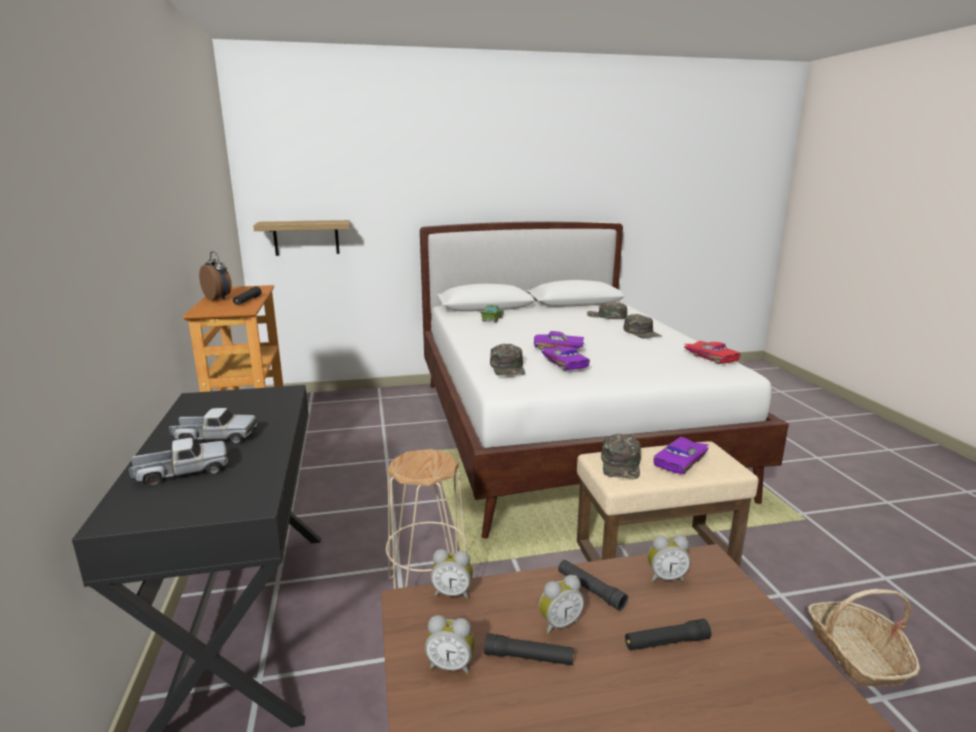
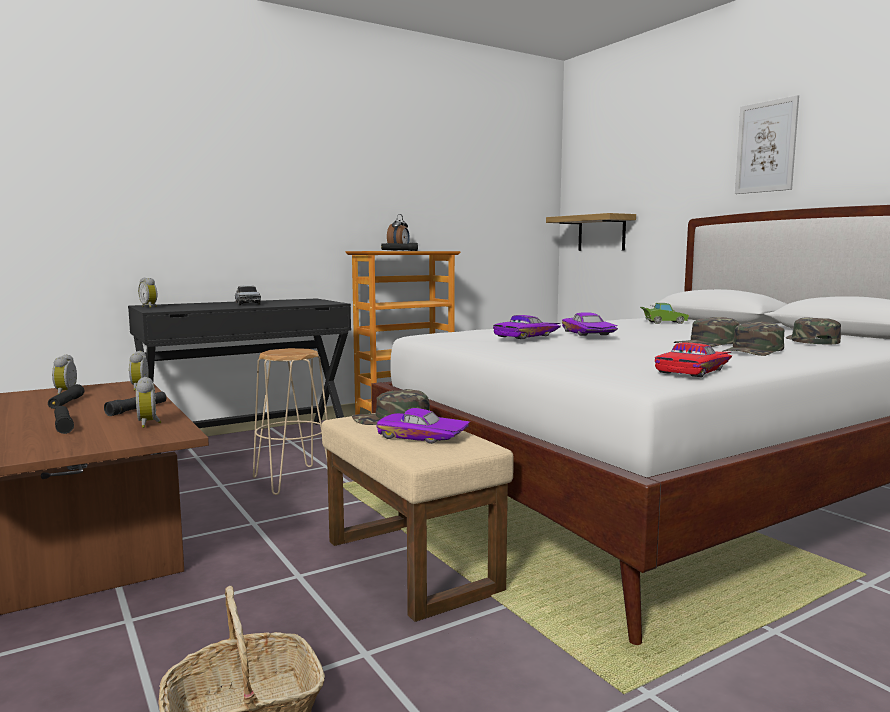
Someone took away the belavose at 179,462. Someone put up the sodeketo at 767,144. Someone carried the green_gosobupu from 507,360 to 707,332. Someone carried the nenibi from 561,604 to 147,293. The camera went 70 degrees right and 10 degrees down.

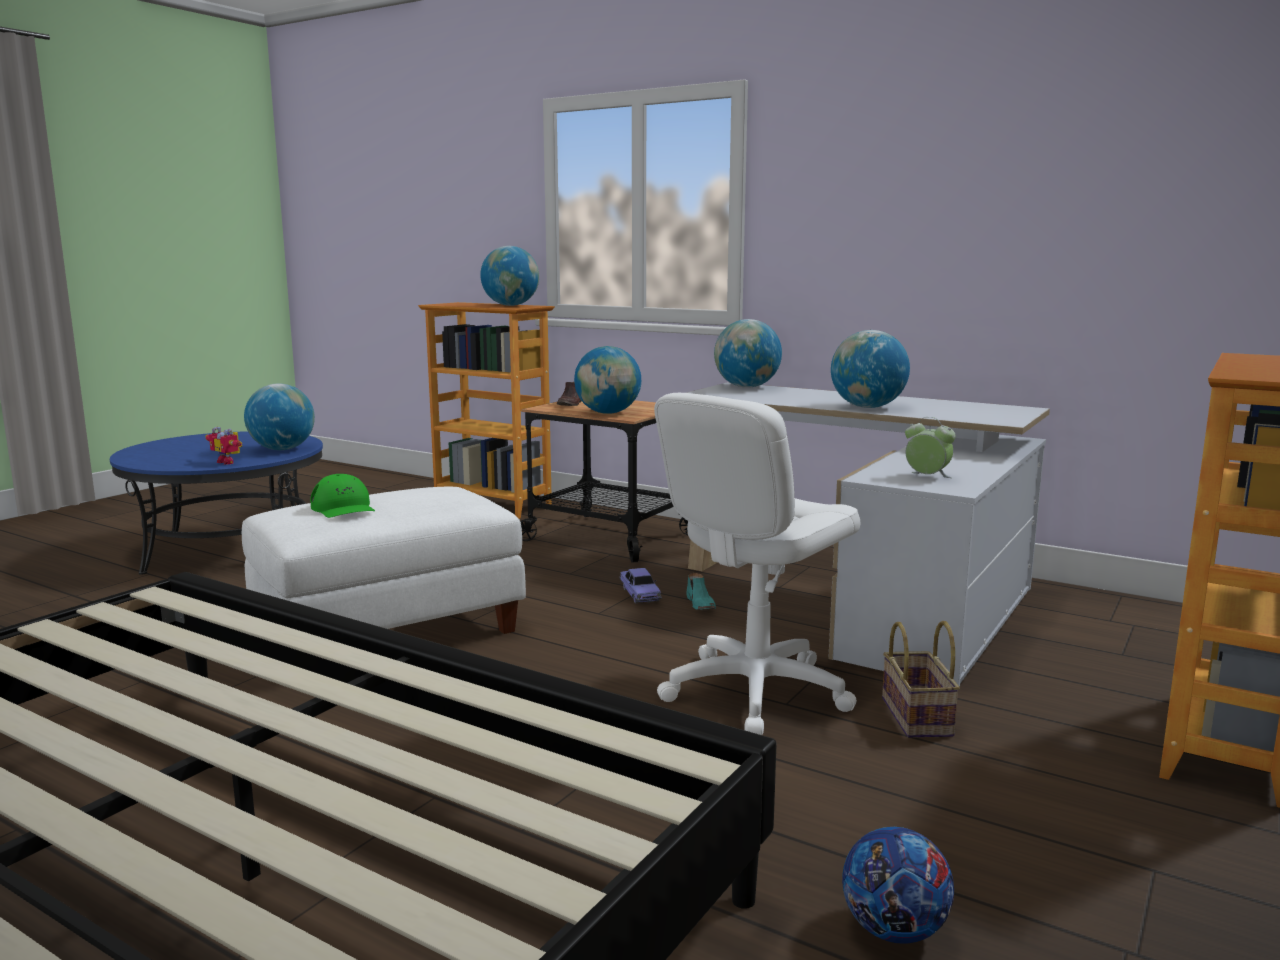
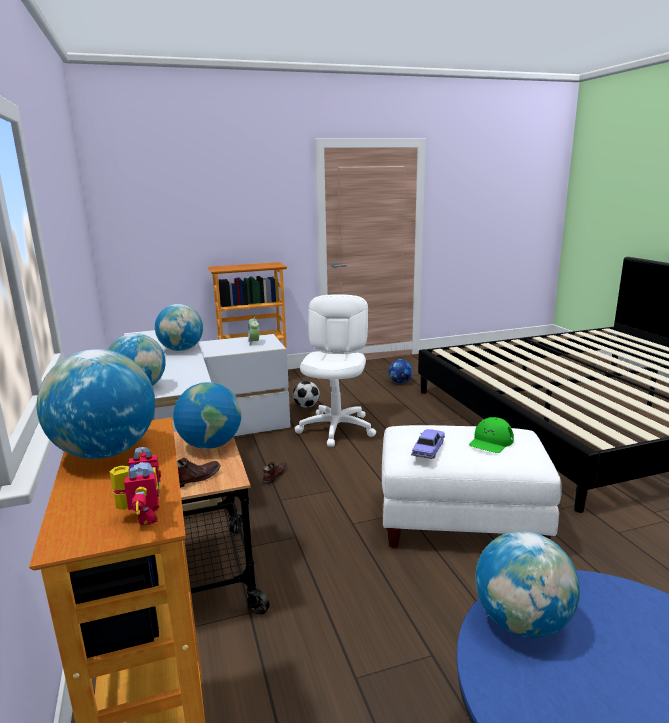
Someone carried the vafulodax from 224,446 to 135,486. Someone carried the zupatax from 640,585 to 428,444. Someone swapped the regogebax at 921,679 for the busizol at 306,394. Someone repainted the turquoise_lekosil at 701,591, which became the brown_lekosil at 275,472. Someone rotated the green_gosobupu at 342,496 by 150 degrees counterclockwise. Someone rotated the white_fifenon at 757,564 by 75 degrees counterclockwise. The camera went 140 degrees left and 5 degrees up.

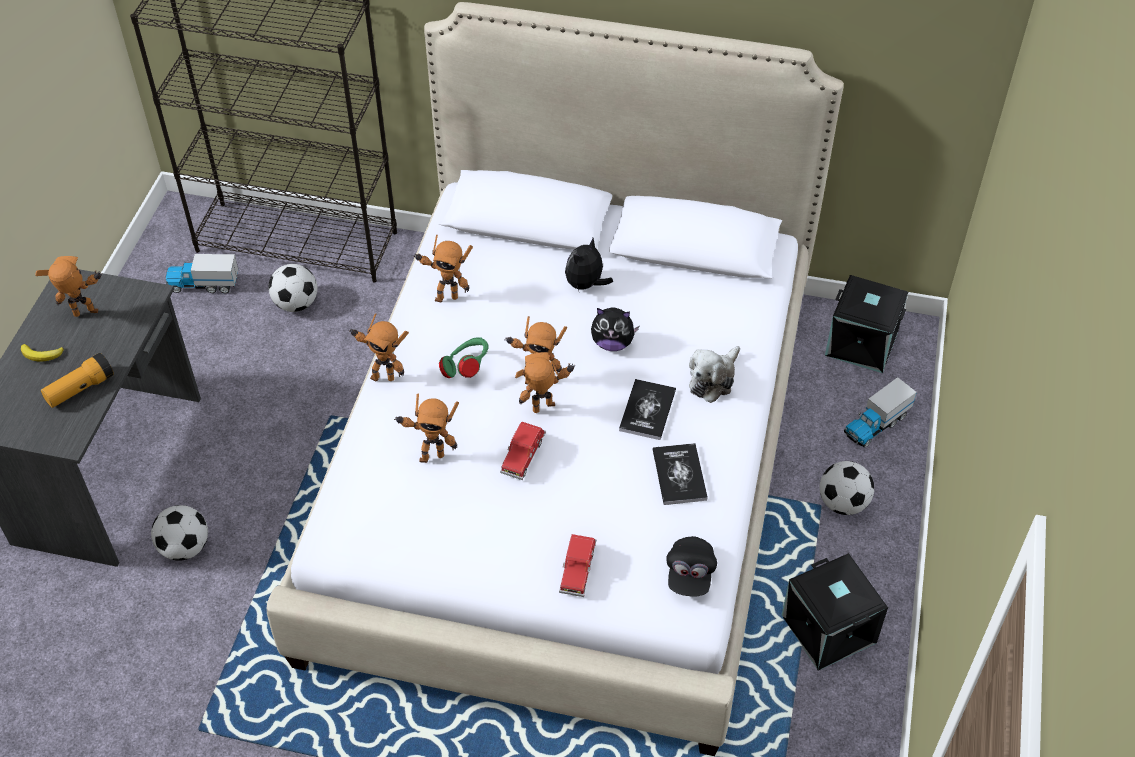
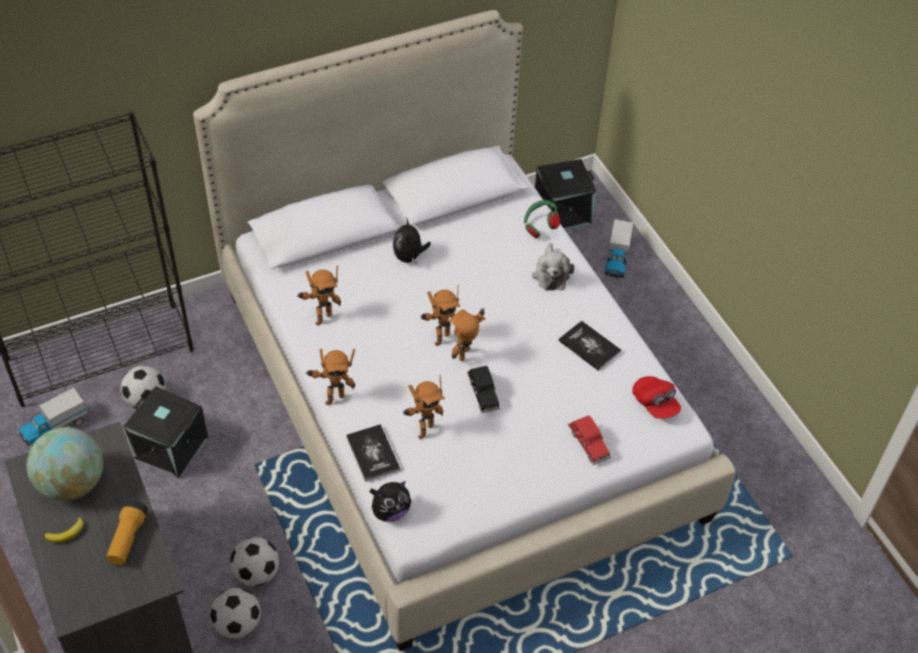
Someone carried the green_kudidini from 464,357 to 542,219. Someone carried the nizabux from 615,329 to 390,501. Someone carried the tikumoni from 647,409 to 373,453. Someone carried the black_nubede from 835,612 to 165,432. Someone carried the busizol from 847,488 to 254,561. Someone swapped the vafulodax at 69,286 for the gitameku at 65,464. Someone repainted the red_zupatax at 523,451, which became the black_zupatax at 483,389. Someone repainted the black_gosobupu at 691,566, which became the red_gosobupu at 656,397. The camera went 40 degrees left and 0 degrees up.

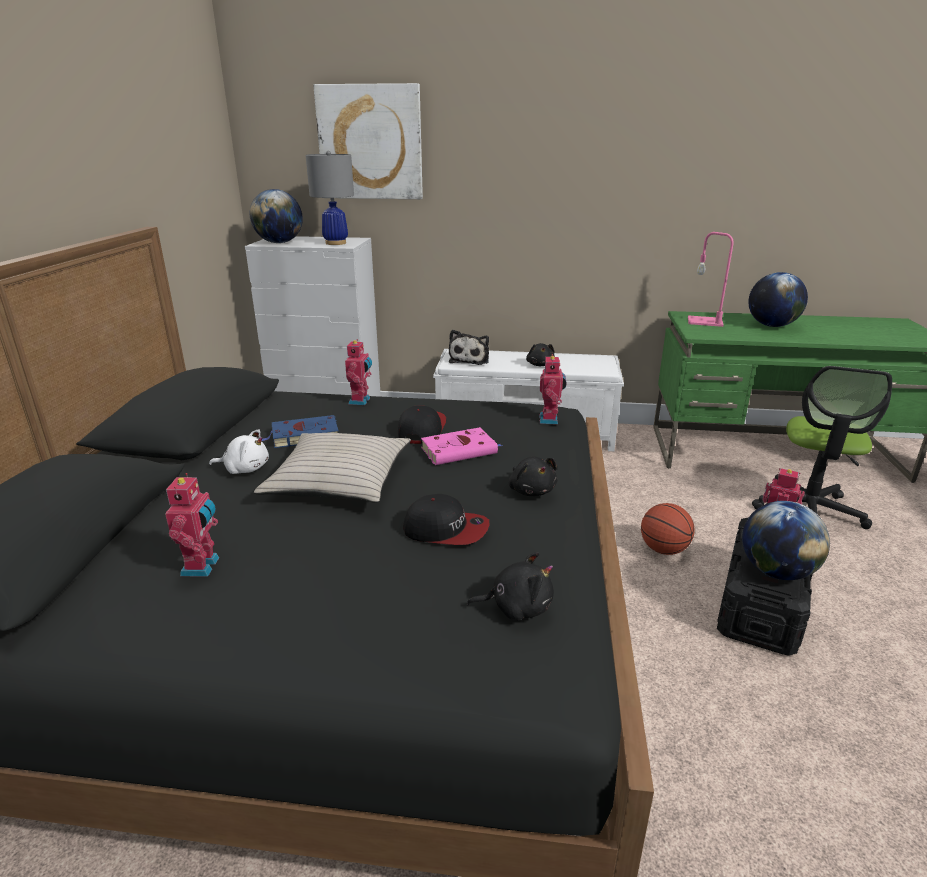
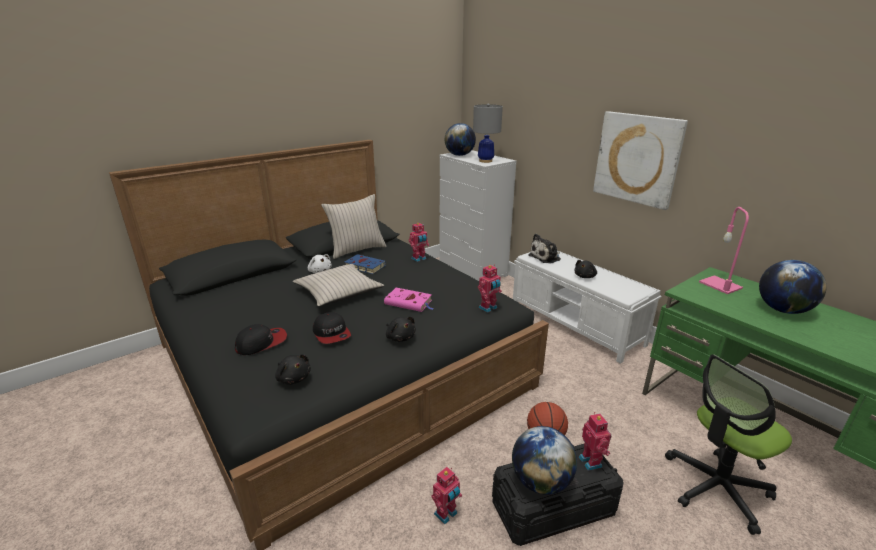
Someone put down the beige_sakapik at 354,226. Someone carried the vafulodax from 192,525 to 446,495. Someone carried the sodeketo from 368,141 to 640,160. Someone carried the gosobupu from 422,424 to 261,339. Someone rotated the black_nizabux at 533,476 by 60 degrees counterclockwise. The camera went 45 degrees right and 0 degrees up.

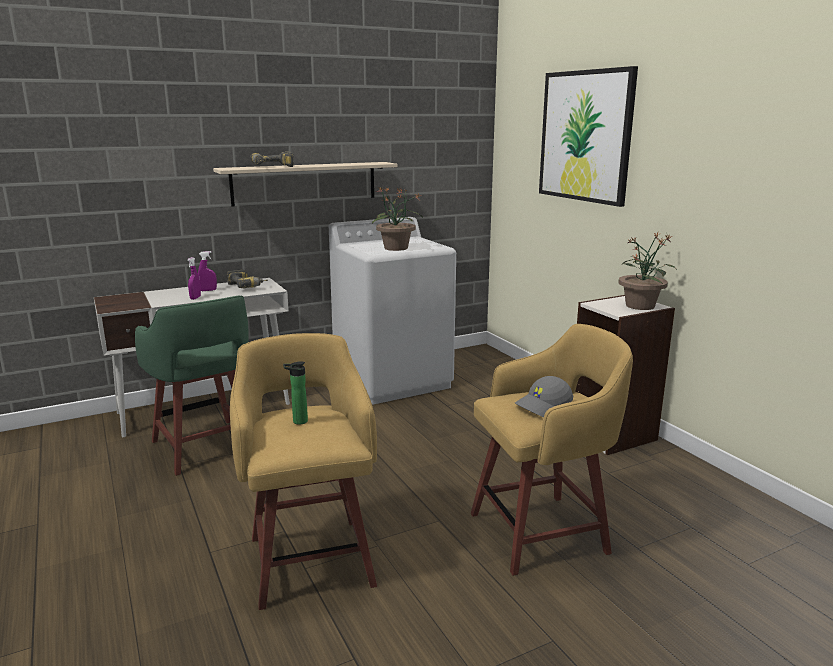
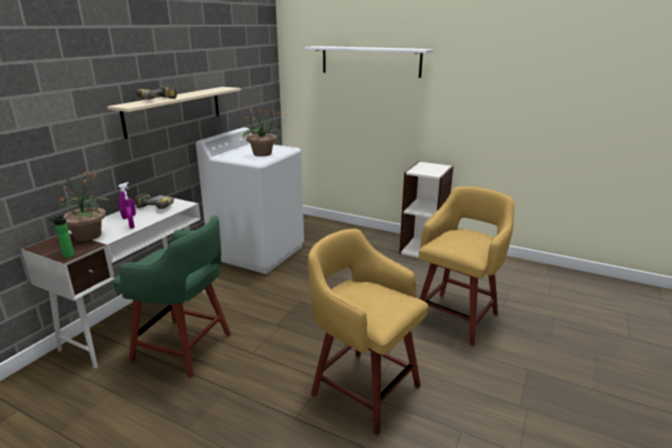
Someone took away the grey_gosobupu at 544,396. Someone carried the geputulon from 295,393 to 61,236. Someone carried the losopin from 647,271 to 83,205. Someone swapped the sodeketo at 588,136 for the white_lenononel at 369,62. The camera went 35 degrees left and 5 degrees up.

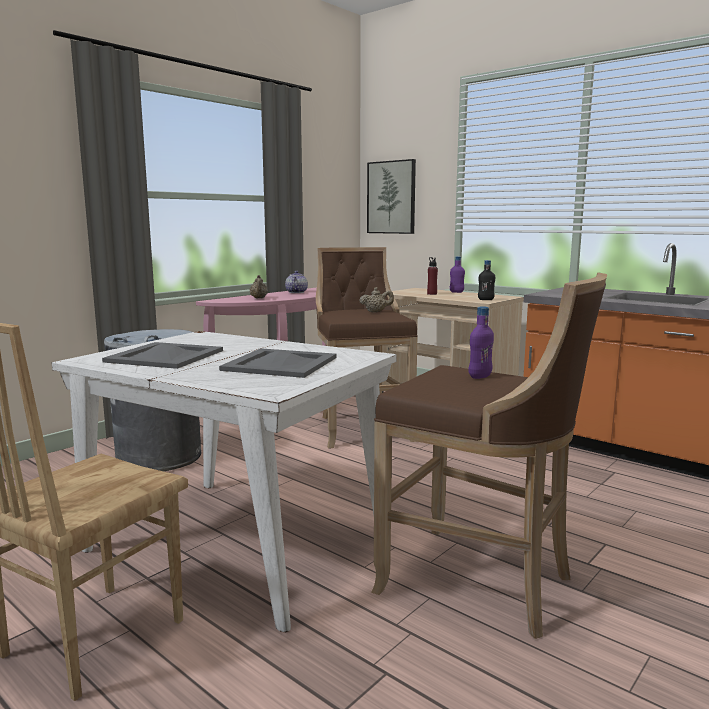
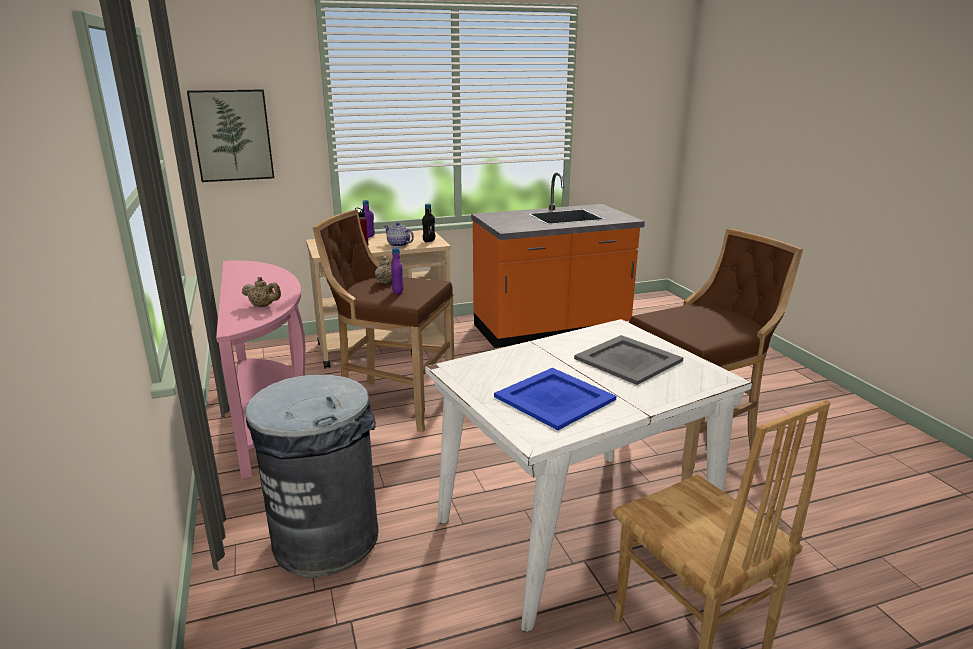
Someone carried the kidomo from 296,282 to 399,234. Someone carried the purple_geputulon from 481,342 to 397,271. Someone repainted the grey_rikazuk at 162,355, which became the blue_rikazuk at 555,399. The camera went 60 degrees left and 10 degrees up.

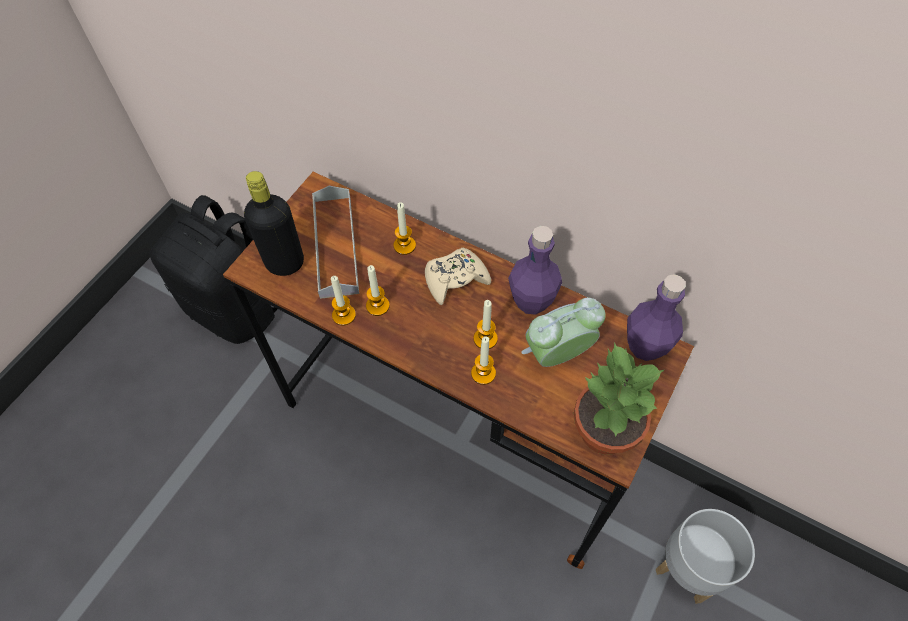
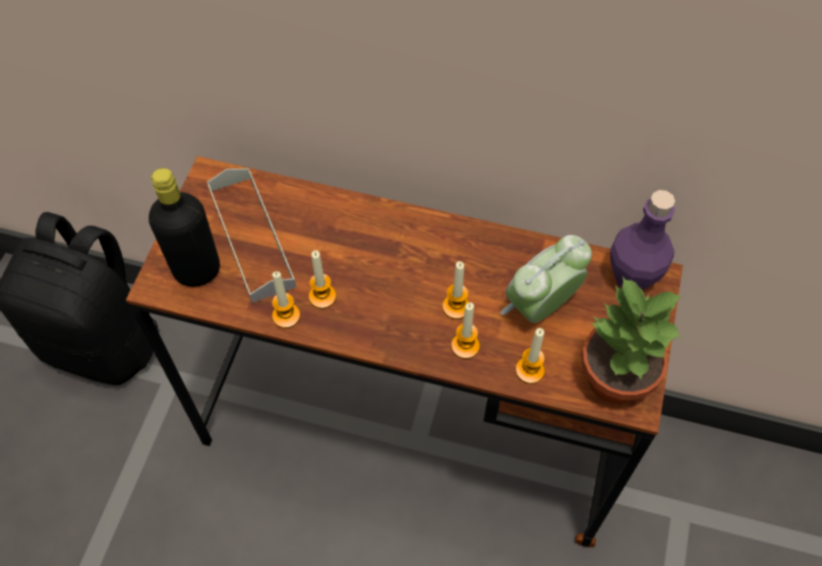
Someone took away the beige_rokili at 458,276. Someone took away the purple_geputulon at 535,270. Someone took away the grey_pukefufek at 705,556. Someone carried the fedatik from 405,228 to 530,356. The camera went 15 degrees left and 0 degrees up.

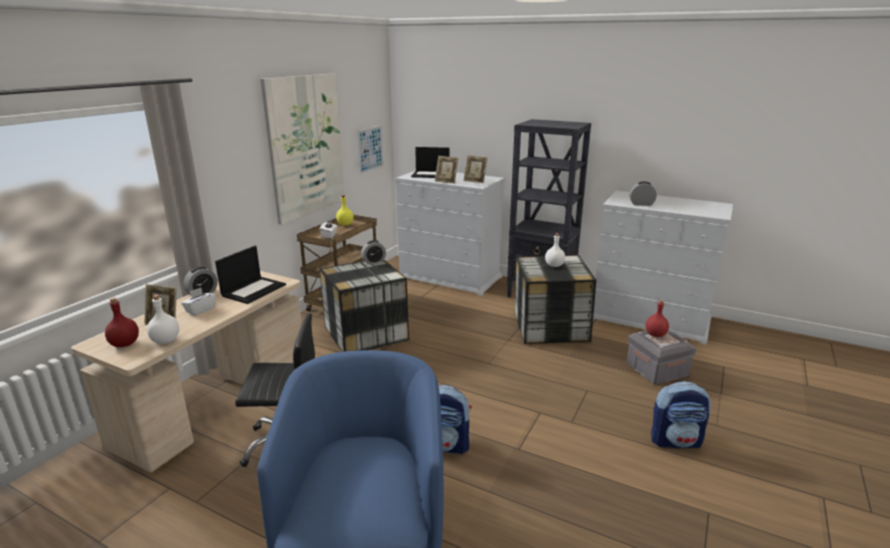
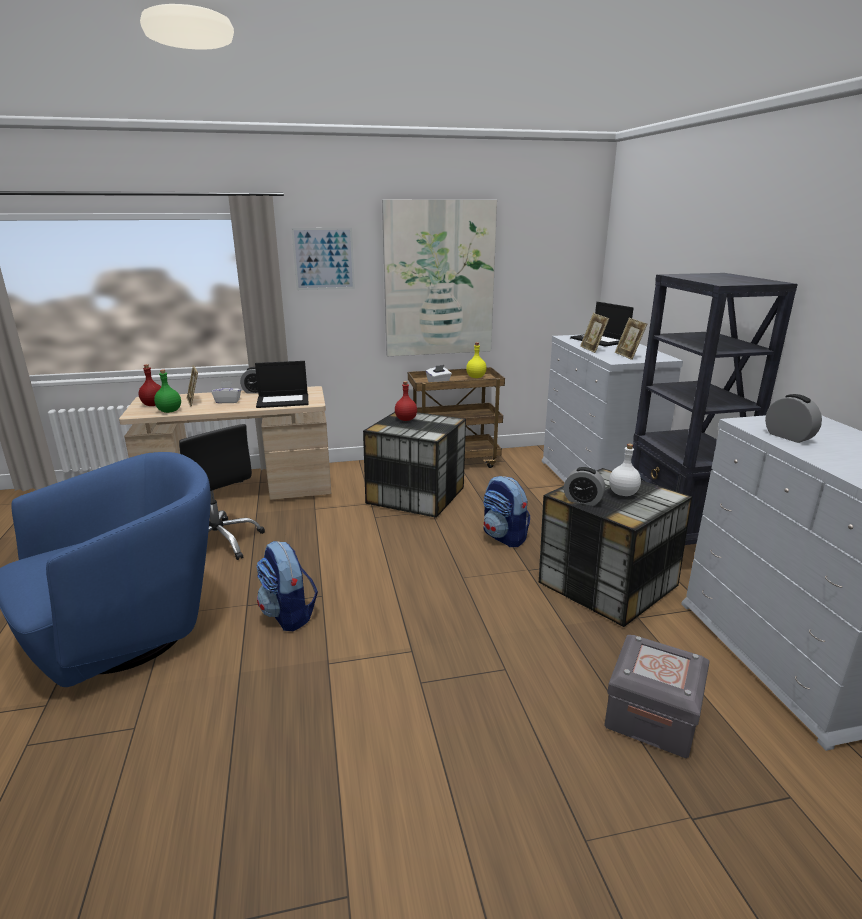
Someone carried the sodeketo from 370,150 to 323,259. Someone carried the nenibi from 373,252 to 584,486. Someone carried the red_geputulon from 657,318 to 406,401. Someone carried the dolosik from 681,415 to 506,511. Someone repainted the white_geputulon at 163,319, which became the green_geputulon at 167,391. The camera went 50 degrees right and 0 degrees up.

